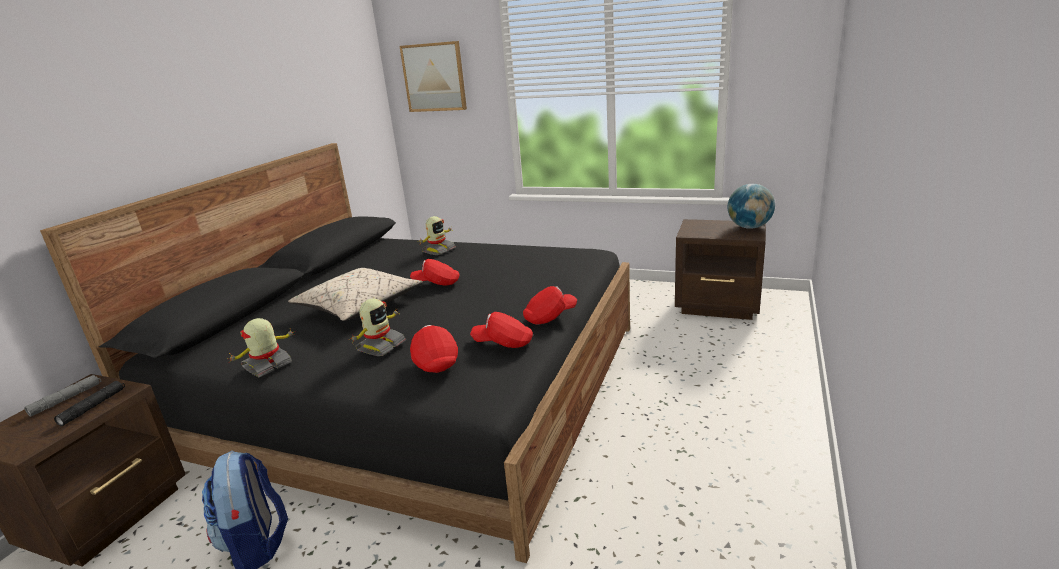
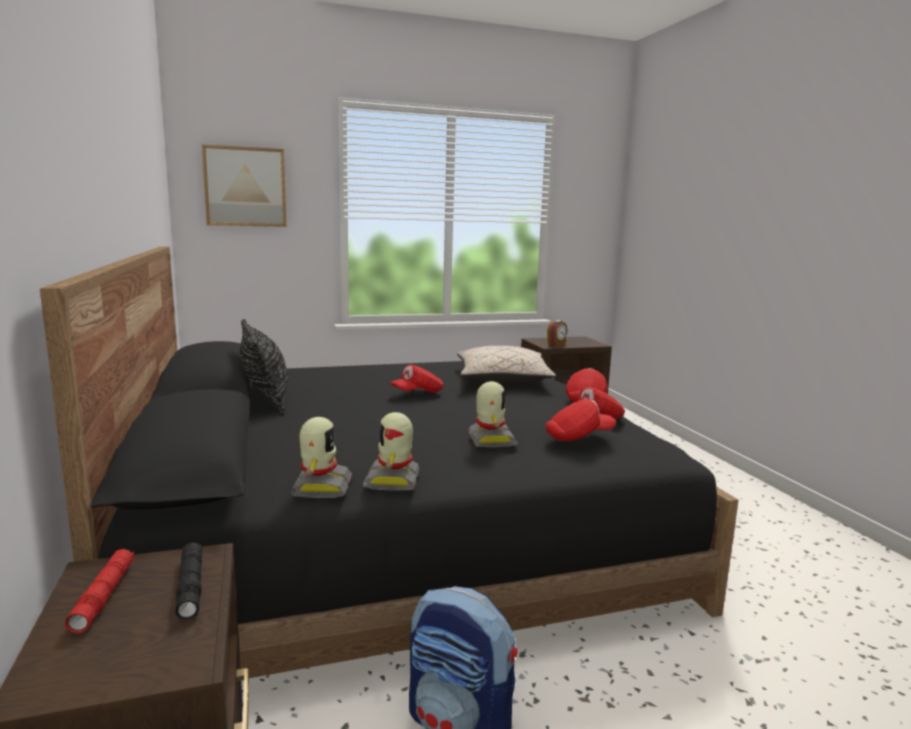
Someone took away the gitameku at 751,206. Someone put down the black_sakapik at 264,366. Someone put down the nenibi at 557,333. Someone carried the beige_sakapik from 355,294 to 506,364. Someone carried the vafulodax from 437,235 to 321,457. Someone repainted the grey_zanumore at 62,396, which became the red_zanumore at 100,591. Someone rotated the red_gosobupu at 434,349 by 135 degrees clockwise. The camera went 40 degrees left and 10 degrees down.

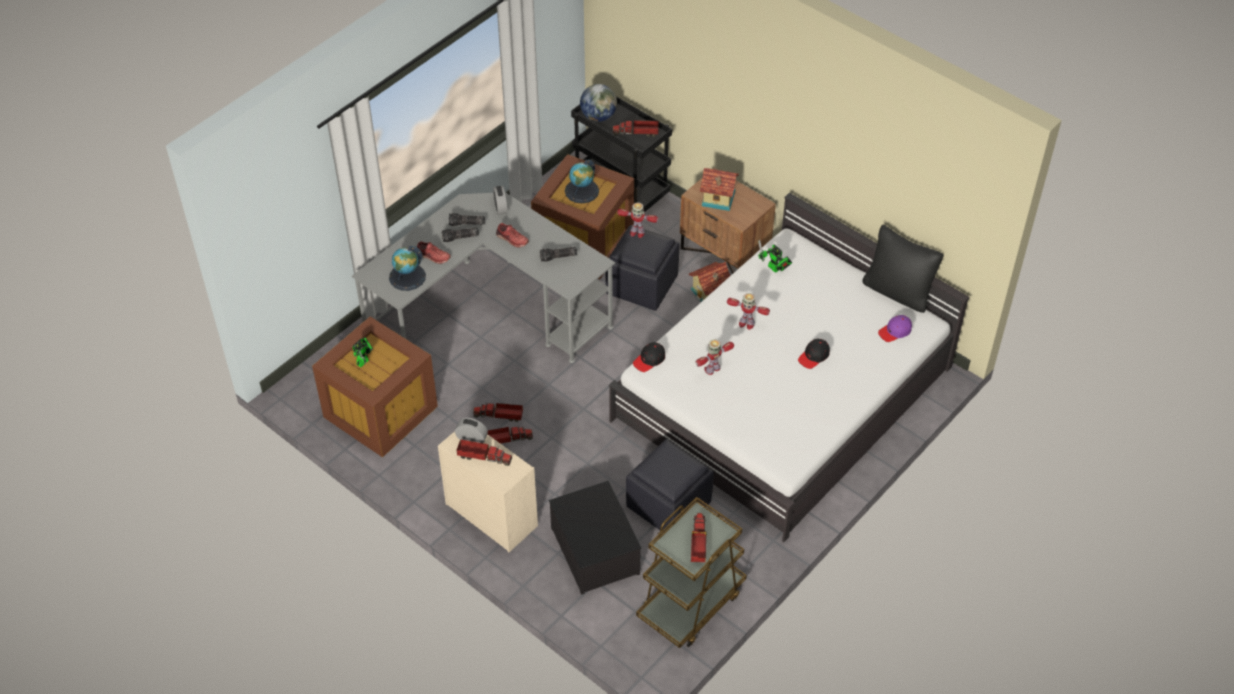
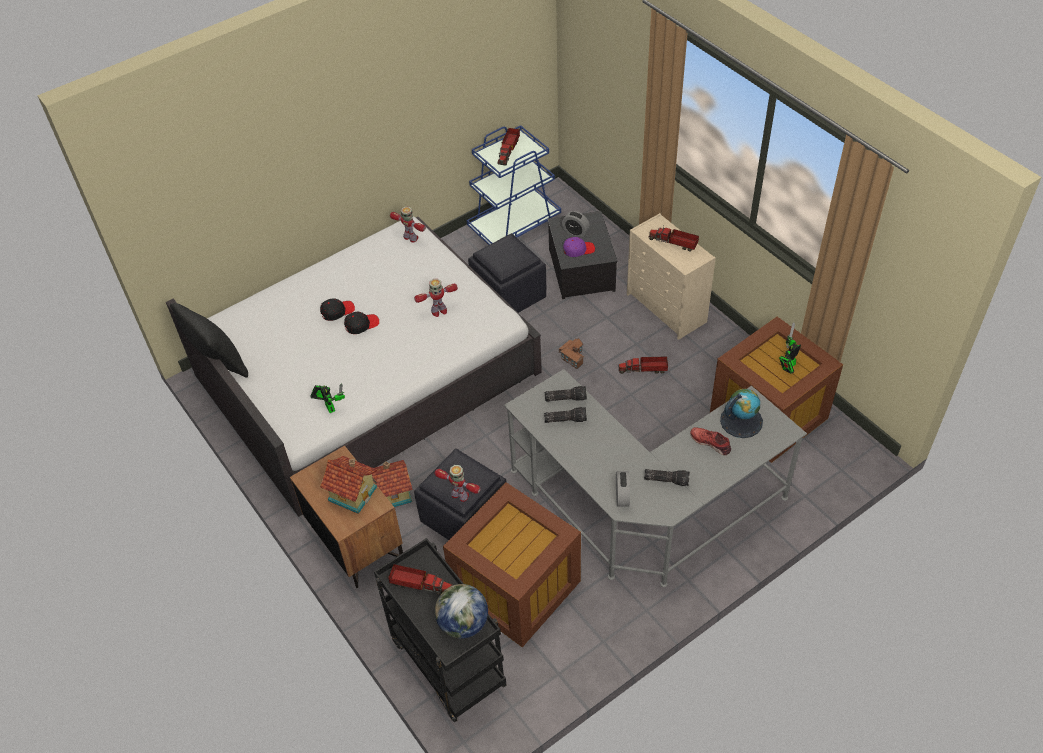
Someone took away the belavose at 498,412. Someone took away the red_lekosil at 512,235. Someone took away the gitameku at 582,181. Someone put down the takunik at 571,353. Someone carried the zanumore from 460,234 to 566,394. Someone carried the nenibi from 471,430 to 576,224. Someone carried the black_gosobupu from 649,357 to 361,323. Someone carried the vafulodax from 748,311 to 408,224. Someone carried the purple_gosobupu from 895,328 to 579,247. Someone repainted the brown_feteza at 691,572, which became the blue_feteza at 514,185. The camera went 165 degrees left and 0 degrees up.

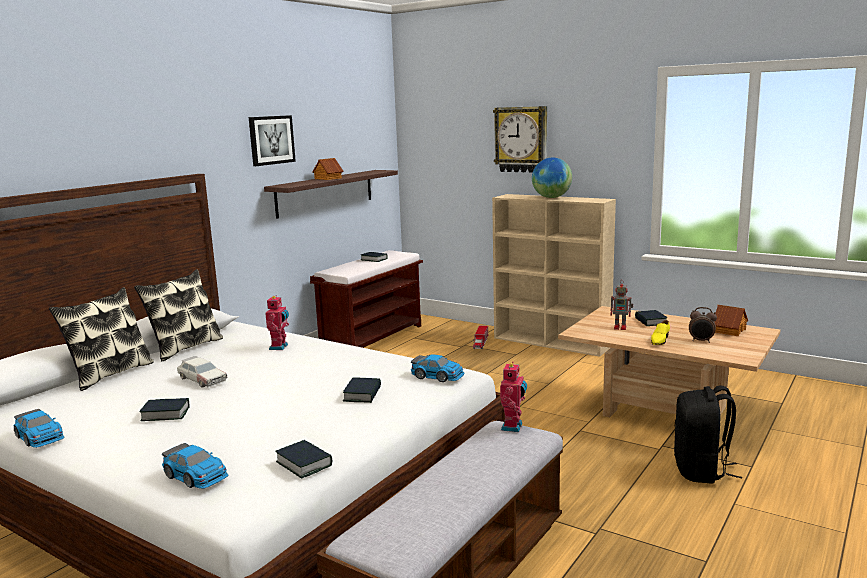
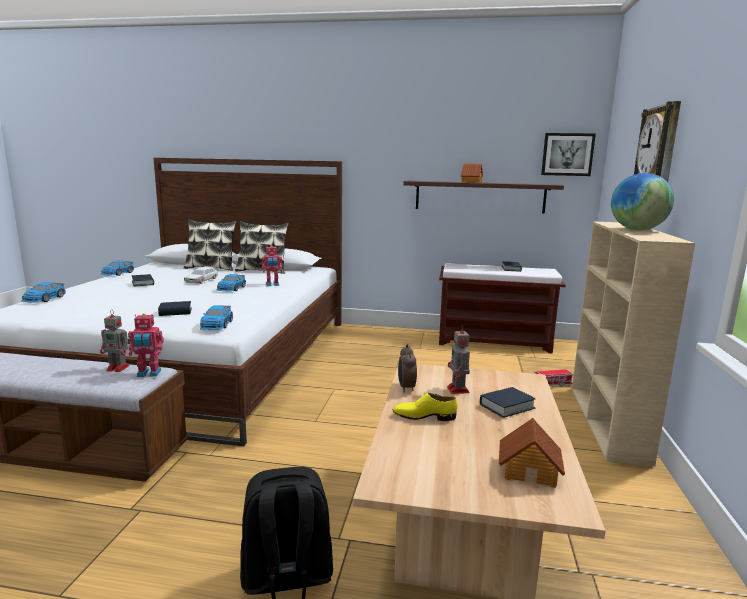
Someone took away the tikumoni at 303,459. Someone put down the vafulodax at 115,340. Someone put down the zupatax at 231,283. Someone carried the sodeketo from 272,140 to 568,154. Someone carried the nenibi from 703,325 to 407,368. The camera went 65 degrees right and 0 degrees up.

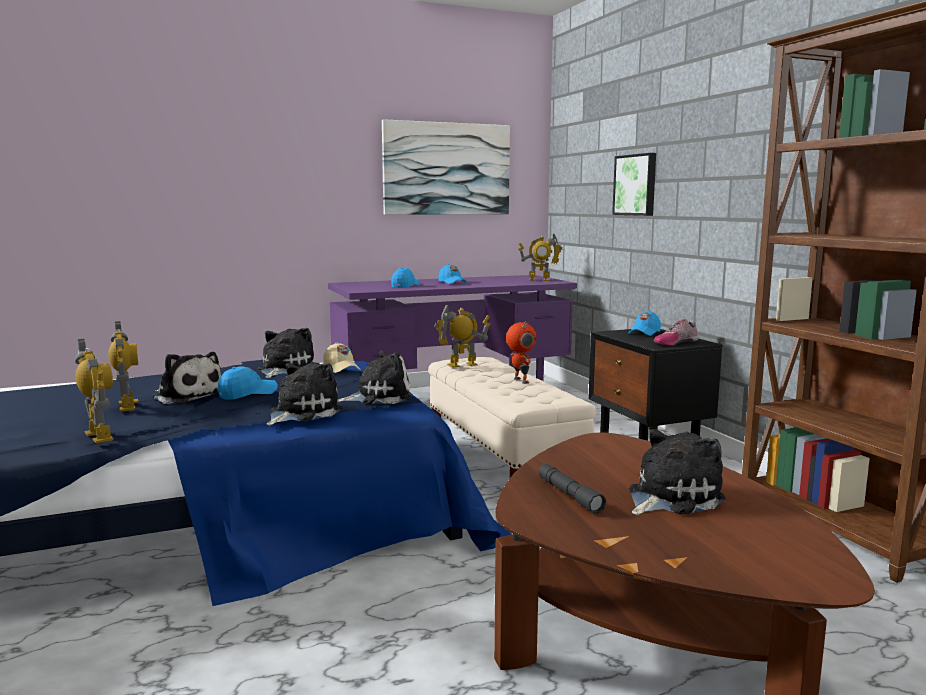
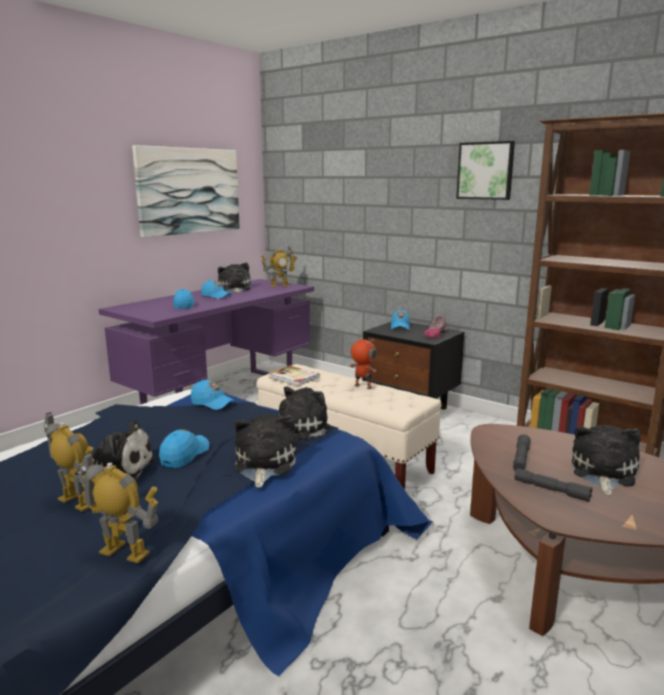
Someone put down the grey_zanumore at 522,452. Someone carried the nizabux from 286,353 to 234,278. Someone carried the sodeketo from 634,184 to 485,170. Someone swapped the vafulodax at 462,336 for the tikumoni at 294,376. Someone repainted the beige_gosobupu at 341,357, which became the blue_gosobupu at 213,395. The camera went 30 degrees left and 5 degrees up.

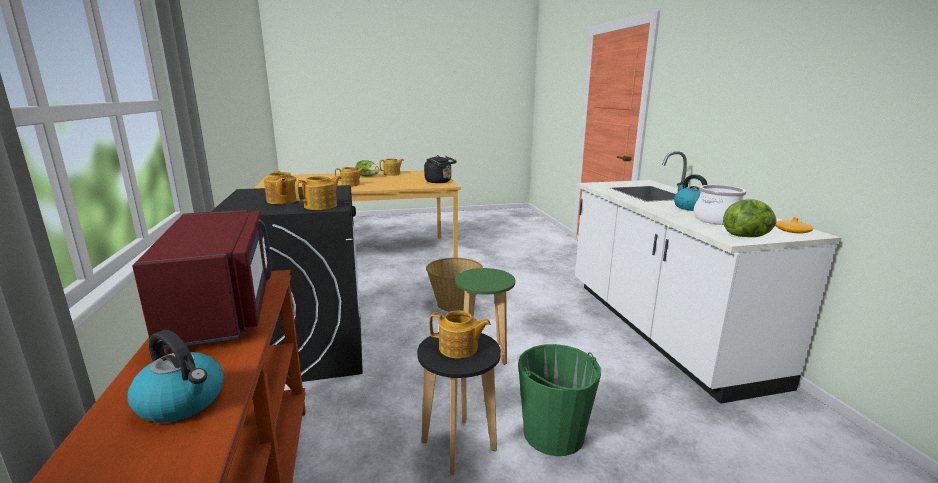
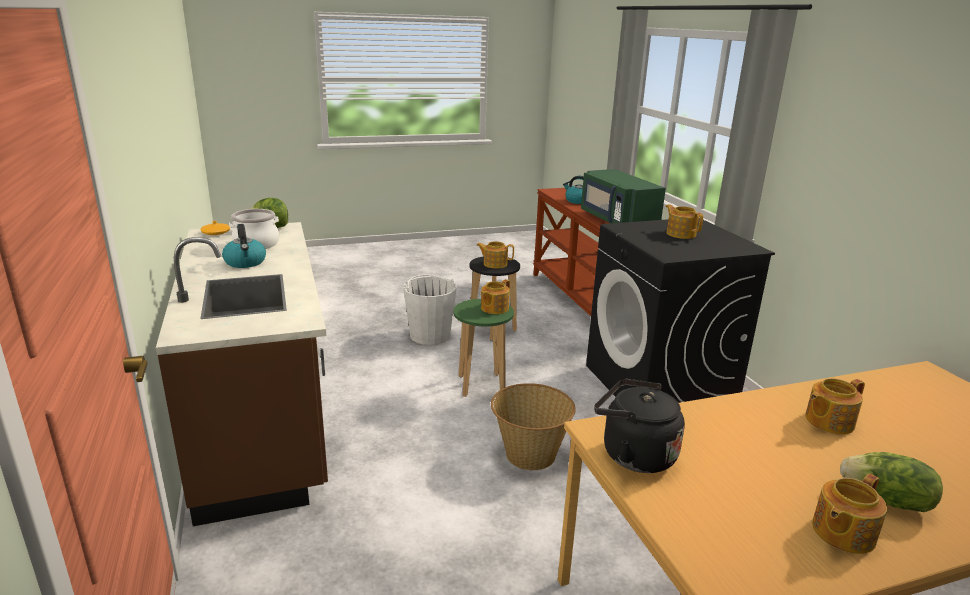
Someone carried the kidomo from 318,193 to 495,296. Someone repainted the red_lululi at 201,279, which became the green_lululi at 623,196. Someone repainted the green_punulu at 559,400, which became the white_punulu at 430,310. Someone repainted the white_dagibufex at 708,277, which became the brown_dagibufex at 242,374. The camera went 175 degrees right and 5 degrees up.

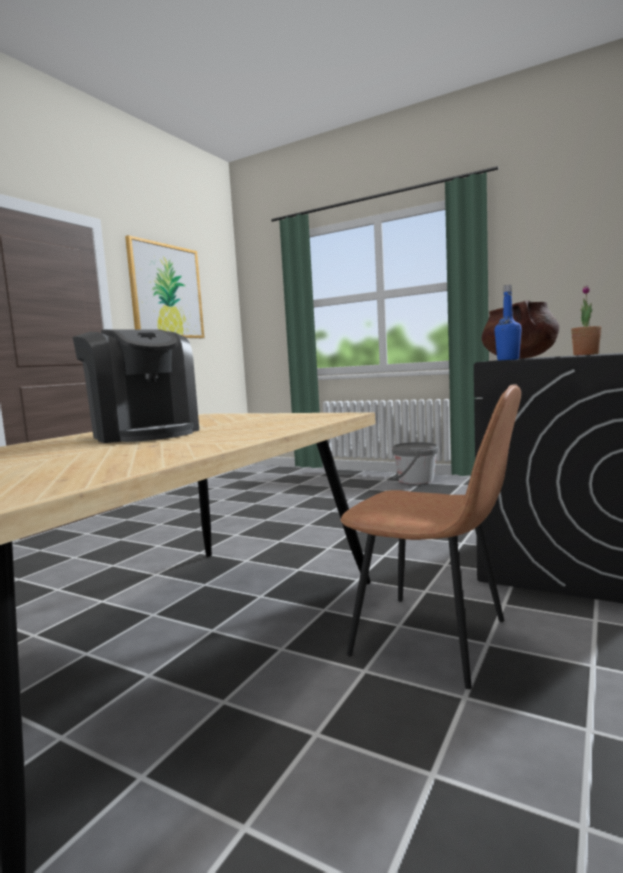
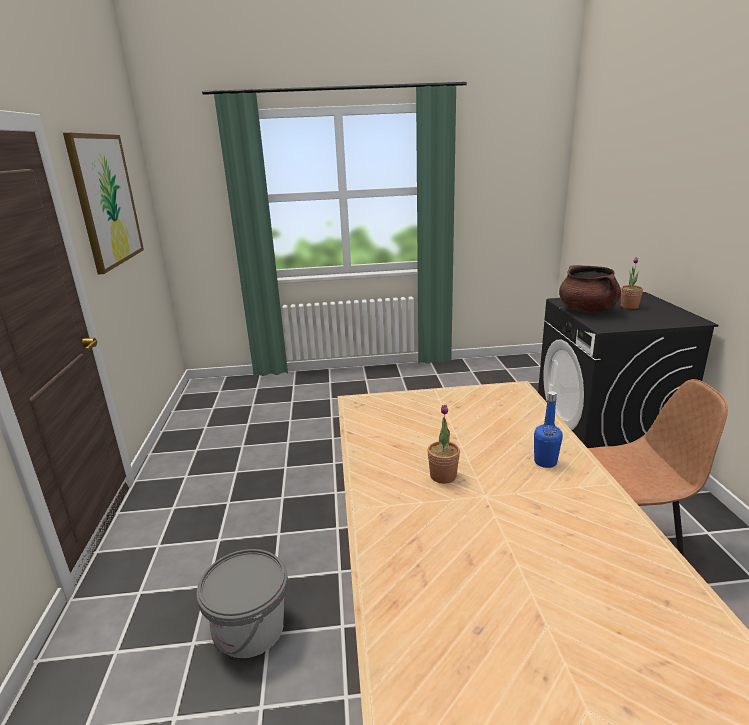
Someone carried the grey_punulu from 415,463 to 242,603. Someone carried the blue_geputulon from 508,322 to 548,429. Someone swapped the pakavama at 136,386 for the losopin at 443,444. The camera went 35 degrees left and 15 degrees up.

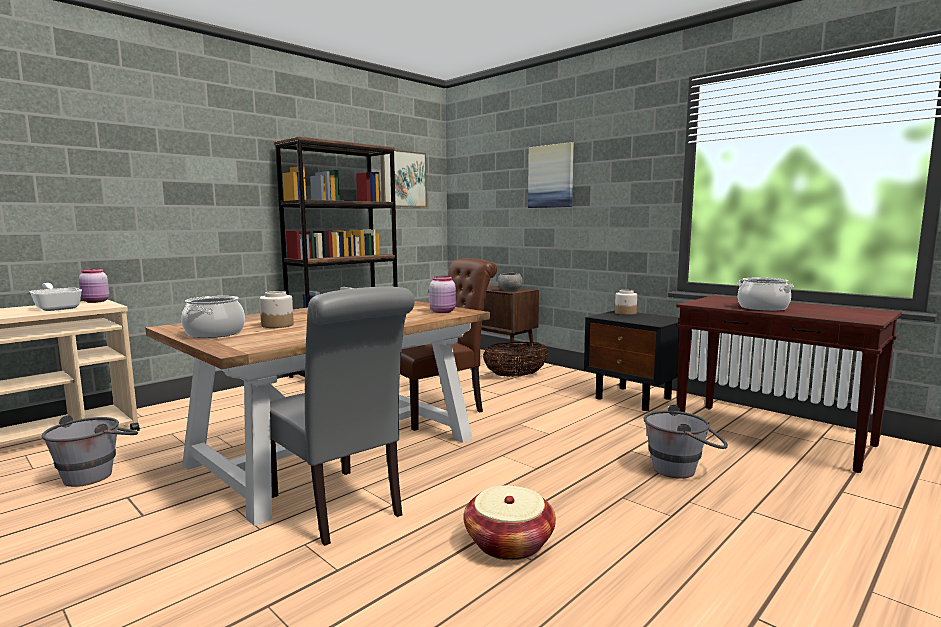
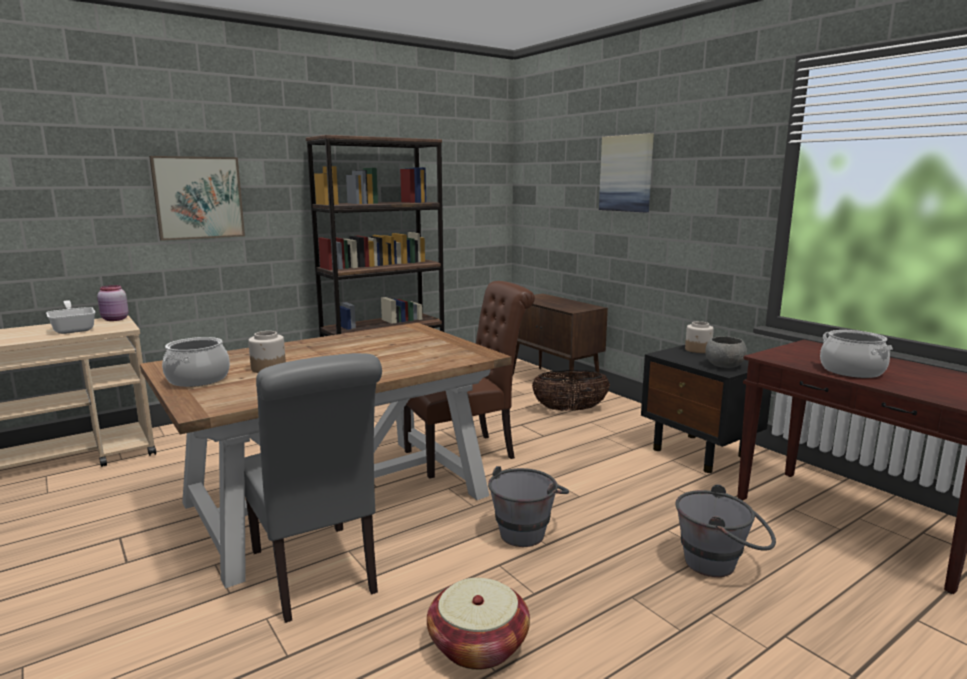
Someone took away the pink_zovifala at 442,294. Someone carried the grey_punulu from 90,451 to 528,506. Someone carried the sodeketo from 403,178 to 197,198. Someone carried the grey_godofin from 510,282 to 726,352. The camera went 10 degrees right and 5 degrees up.

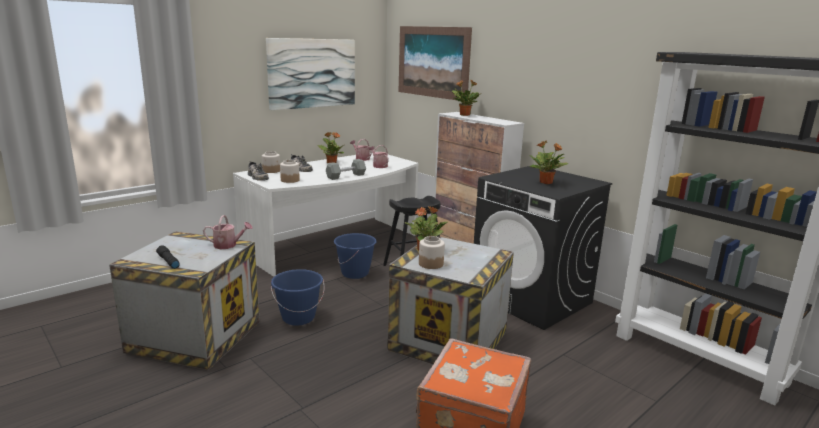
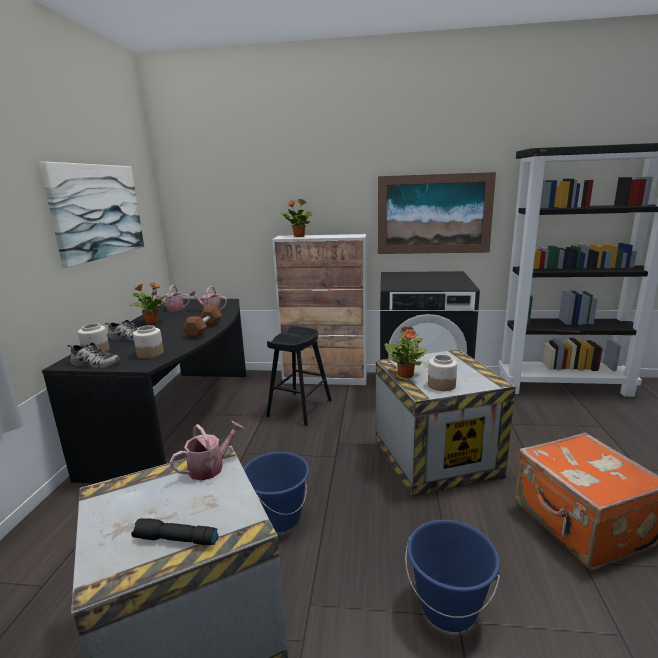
Someone took away the losopin at 548,162. Someone carried the blue_punulu from 355,256 to 452,576. Someone carried the sodeketo from 435,63 to 437,213. Someone repainted the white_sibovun at 326,215, which became the black_sibovun at 144,391. Someone repainted the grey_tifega at 346,169, which became the brown_tifega at 202,322. The camera went 40 degrees left and 0 degrees up.

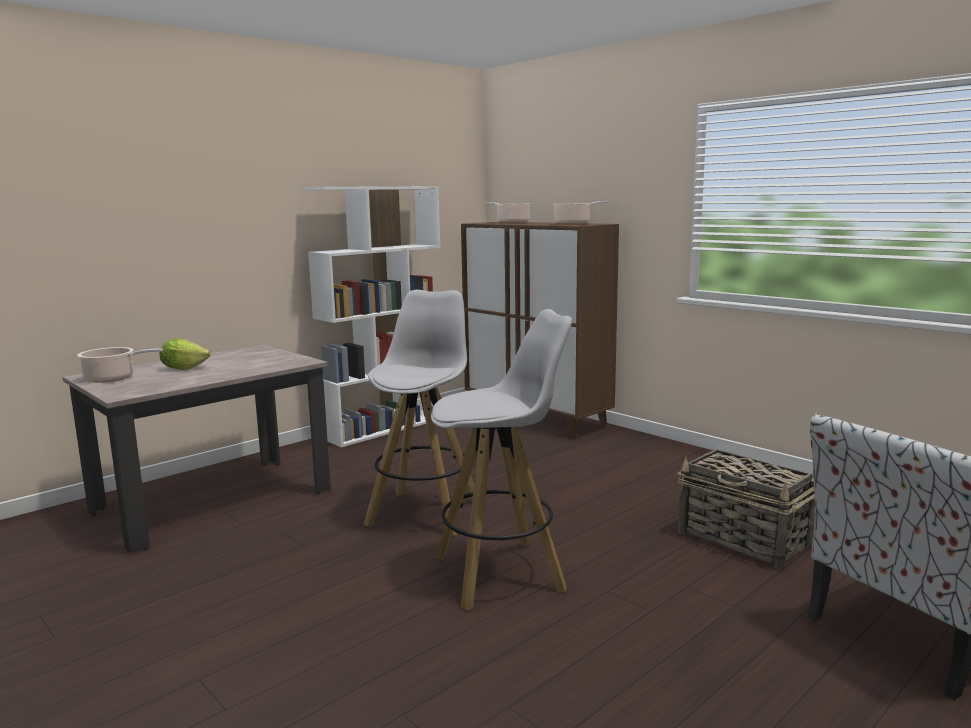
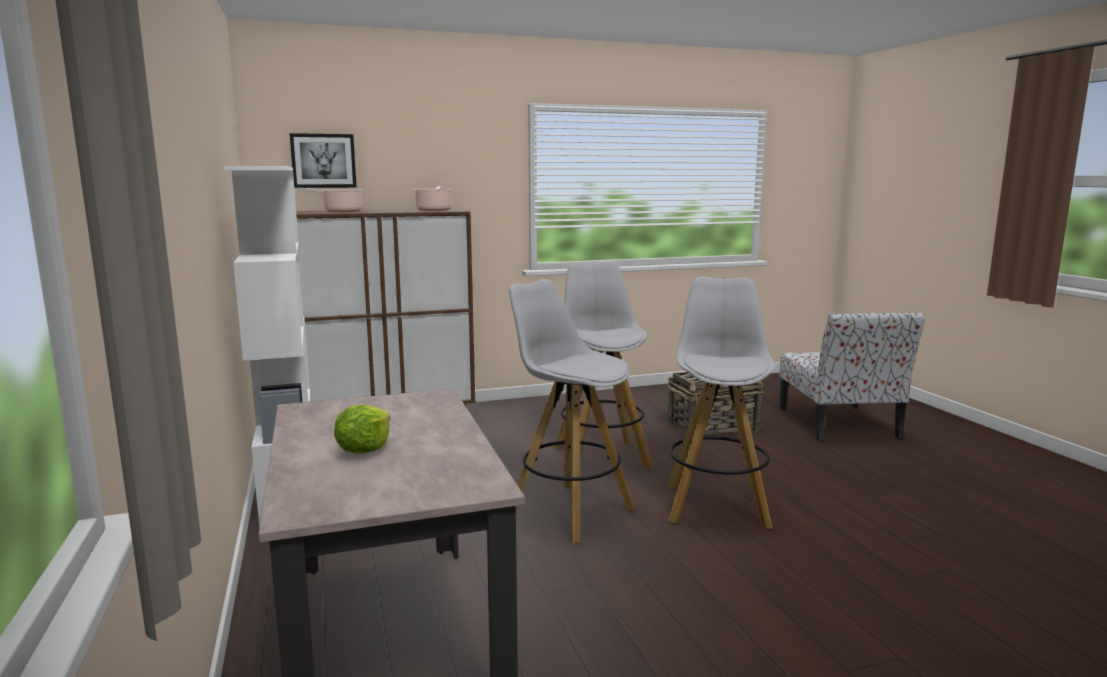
Someone took away the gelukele at 120,365. Someone put up the sodeketo at 323,160. Someone put down the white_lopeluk at 603,366. The camera went 65 degrees left and 0 degrees up.

